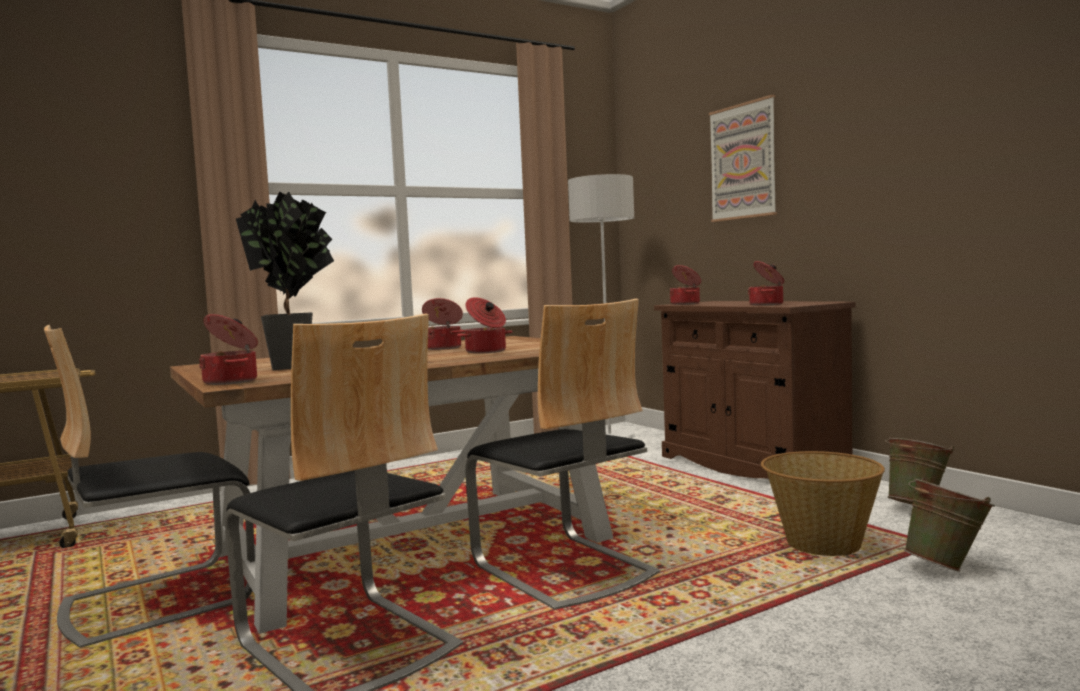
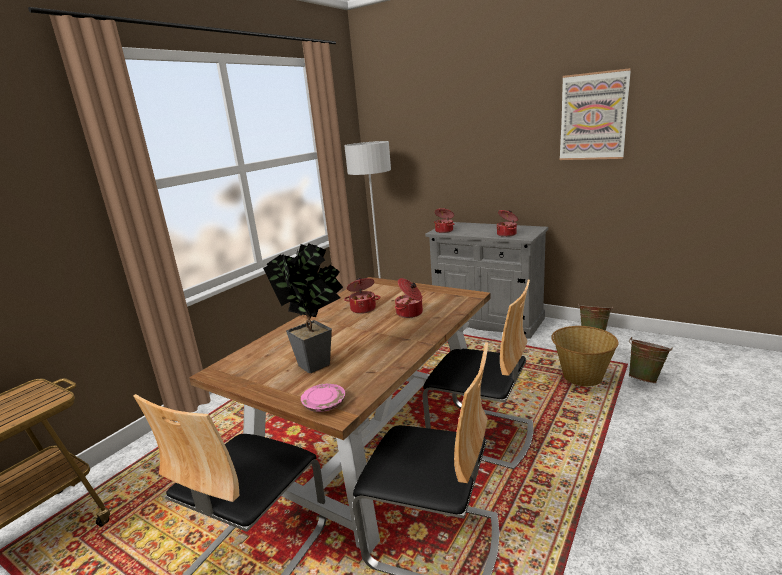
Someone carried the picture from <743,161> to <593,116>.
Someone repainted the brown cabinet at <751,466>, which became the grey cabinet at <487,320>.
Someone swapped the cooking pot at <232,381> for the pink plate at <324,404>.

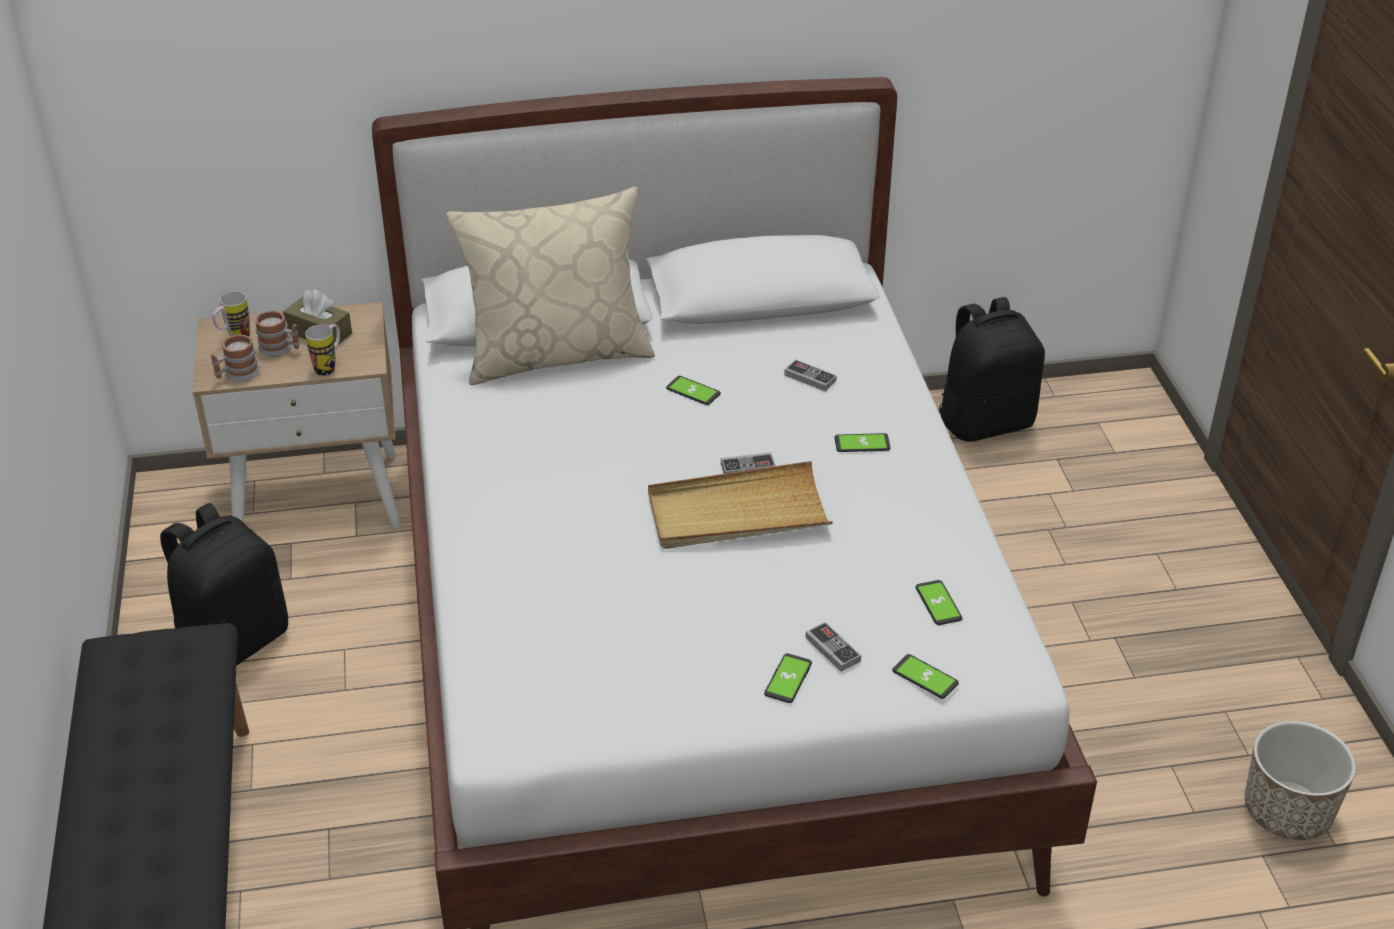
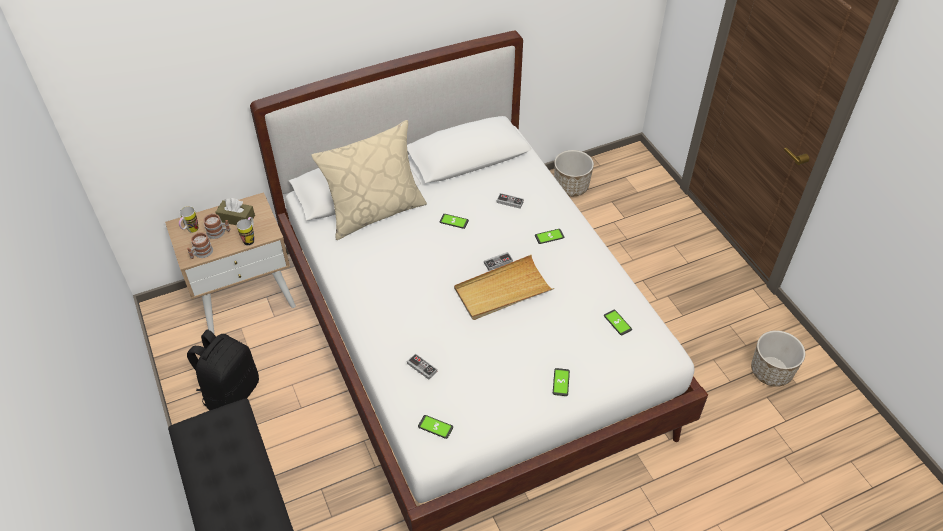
Someone swapped the black backpack at <985,422> for the planter at <571,186>.
Someone carried the game controller from <832,649> to <422,367>.
Someone carried the phone from <925,677> to <435,427>.

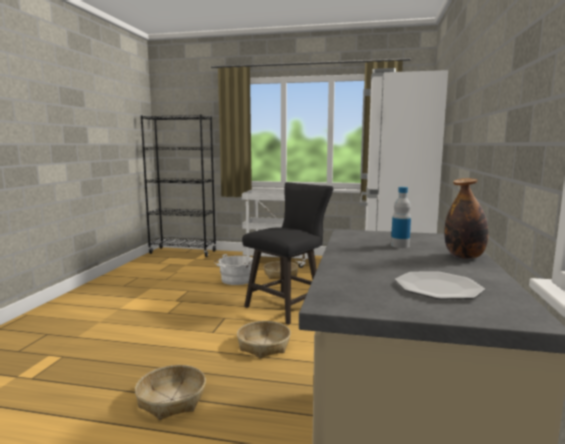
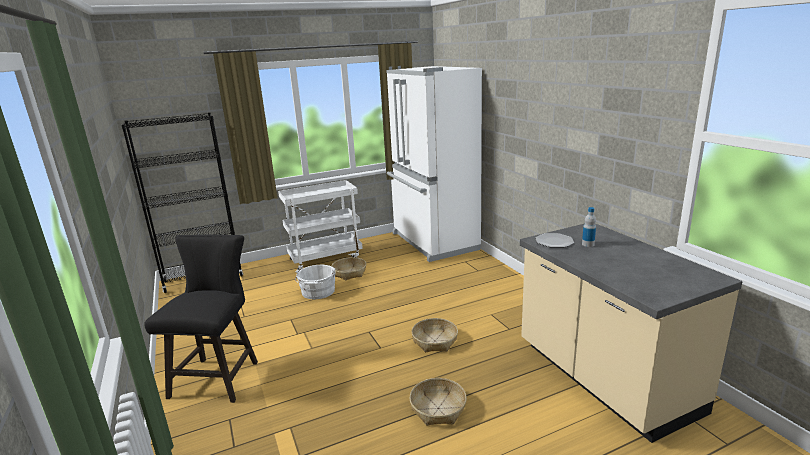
Someone took away the bottle at <464,257>.
Someone carried the black stool from <288,306> to <219,375>.
Someone carried the plate from <438,288> to <554,241>.

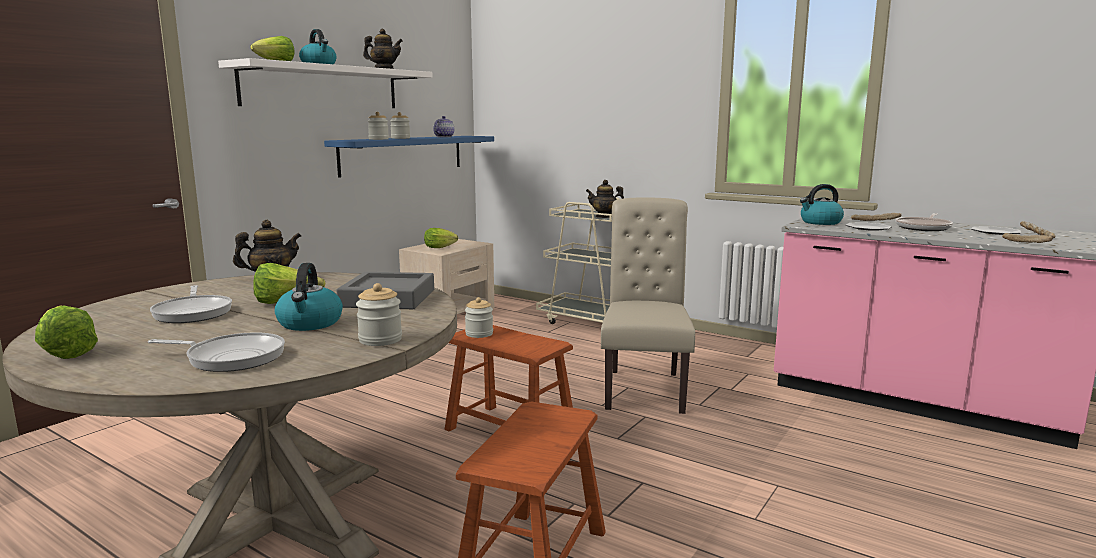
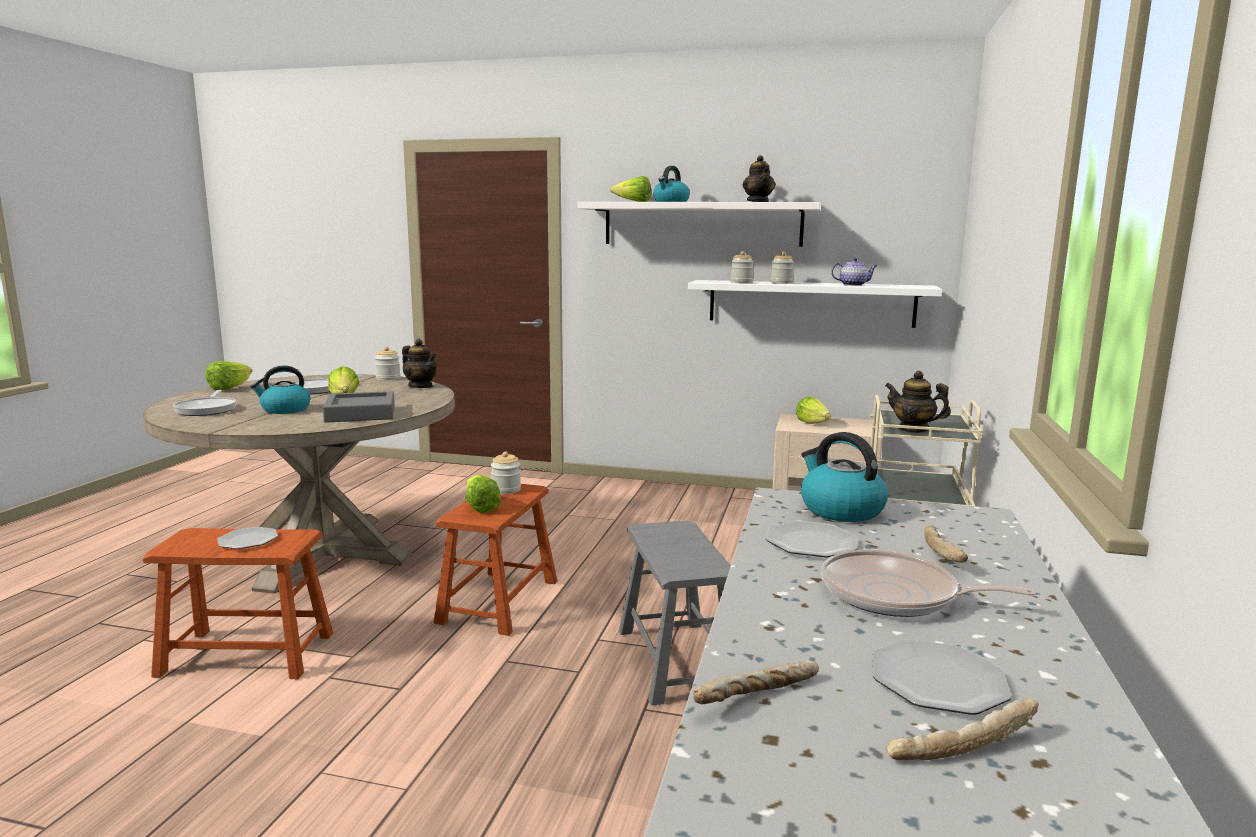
Someone repainted the blue shelf at <403,154>, which became the white shelf at <810,303>.
Someone rotated the teapot at <605,216> by 45 degrees counterclockwise.
Someone swapped the beige chair at <644,387> for the grey stool at <677,660>.
Someone carried the jar from <380,340> to <388,378>.
Someone put down the lettuce at <480,507>.
Someone put down the plate at <247,540>.

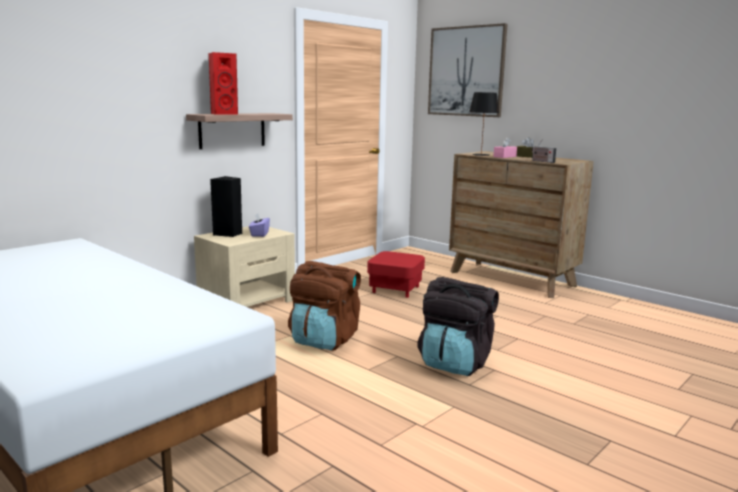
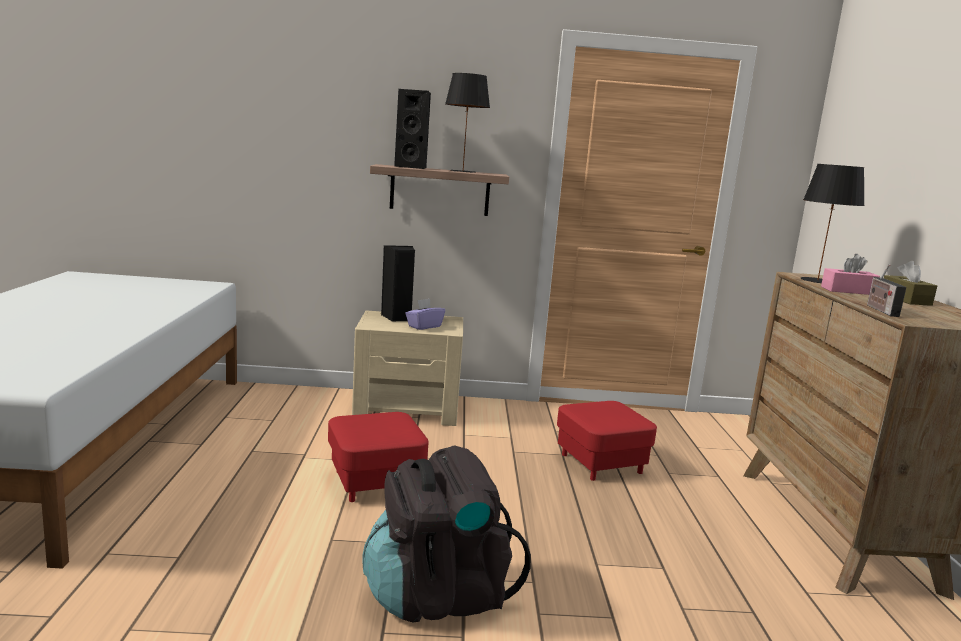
Someone took away the picture at <466,71>.
Someone repainted the red speaker at <223,114>, which became the black speaker at <413,167>.
Someone swapped the brown backpack at <324,340> for the red ottoman at <375,482>.
Someone put down the black table lamp at <462,171>.

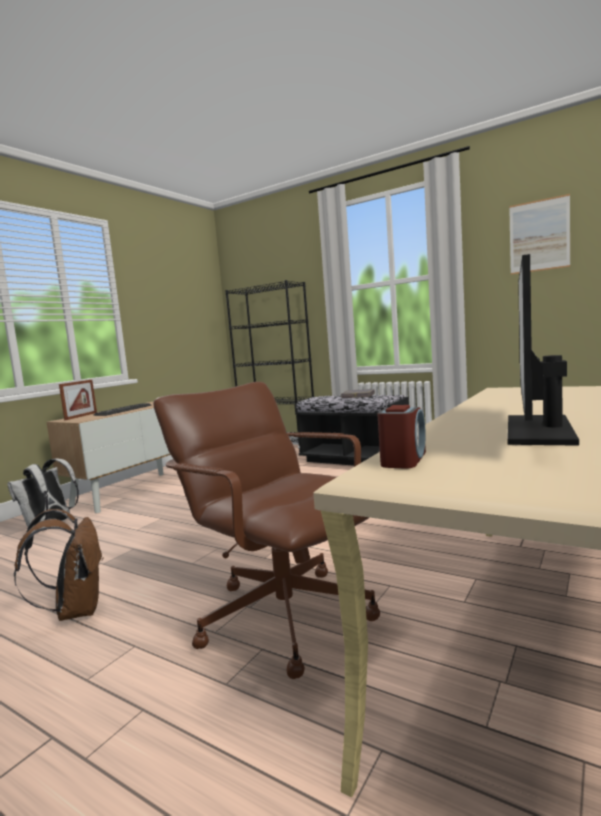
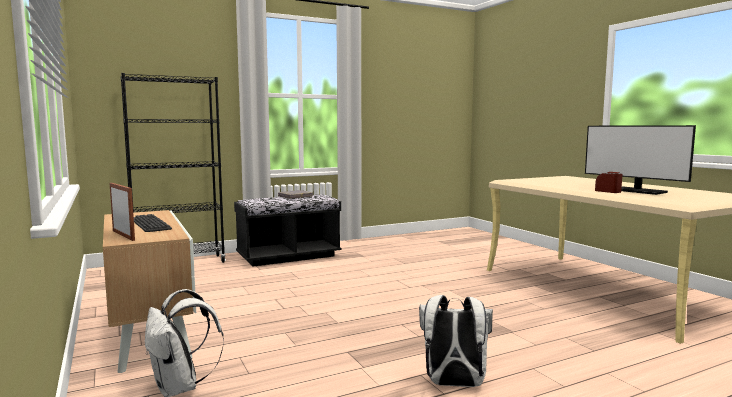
Someone took away the picture at <539,235>.
Someone took away the brown office chair at <285,615>.
Someone carried the alarm clock from <403,460> to <608,191>.
Someone repainted the brown backpack at <75,610>, which became the white backpack at <453,384>.

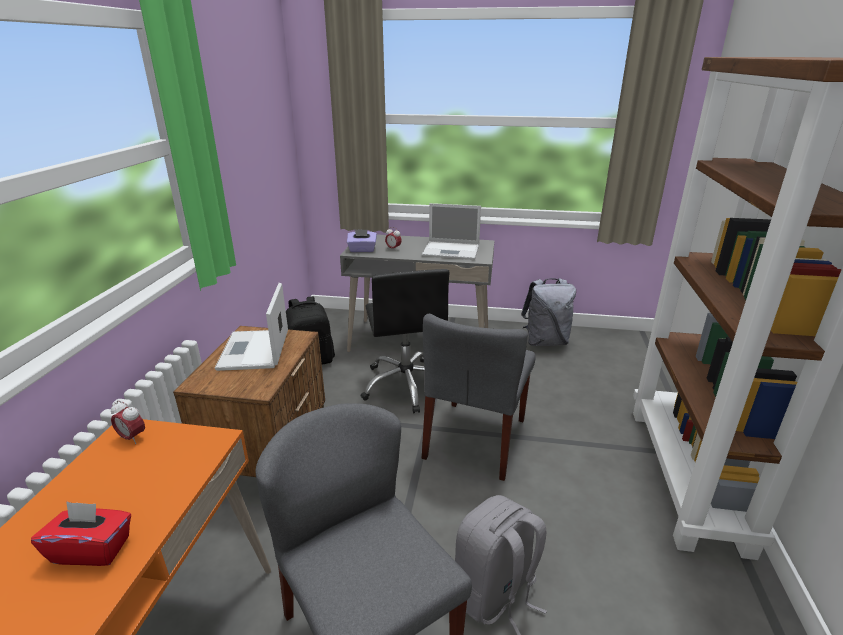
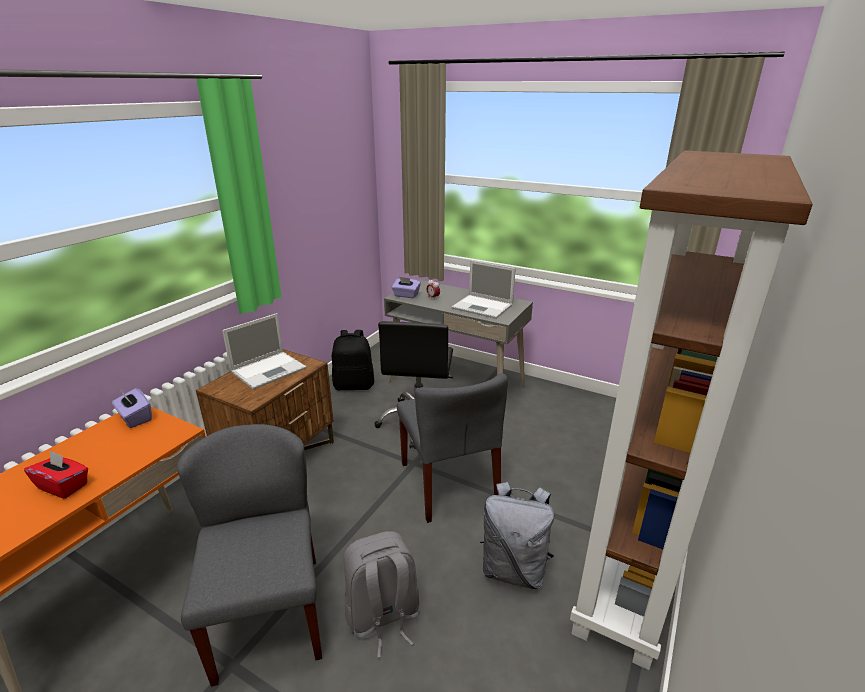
Someone carried the grey backpack from <545,341> to <514,569>.
Someone rotated the laptop at <254,351> by 150 degrees counterclockwise.
Someone rotated the grey chair at <475,439> by 60 degrees counterclockwise.
Someone swapped the alarm clock at <132,438> for the purple tissue box at <135,418>.

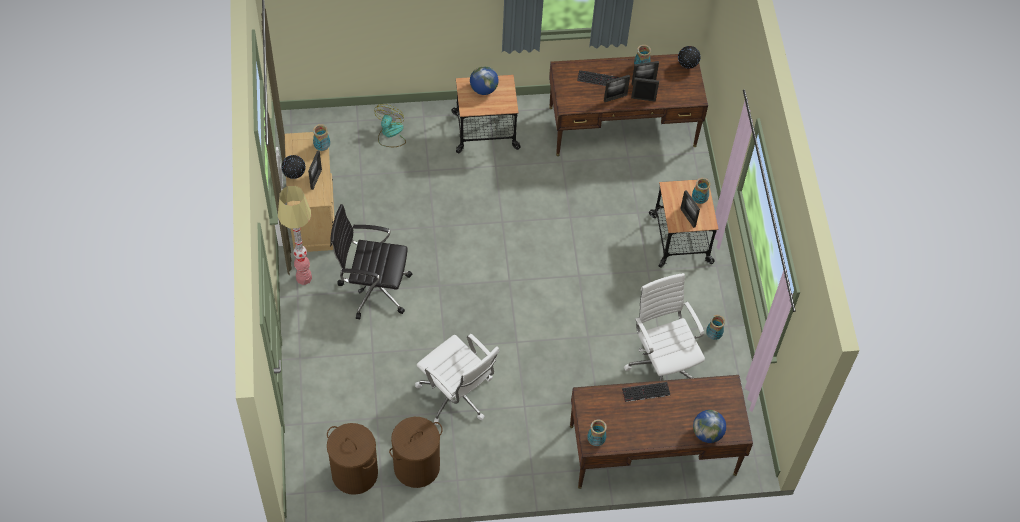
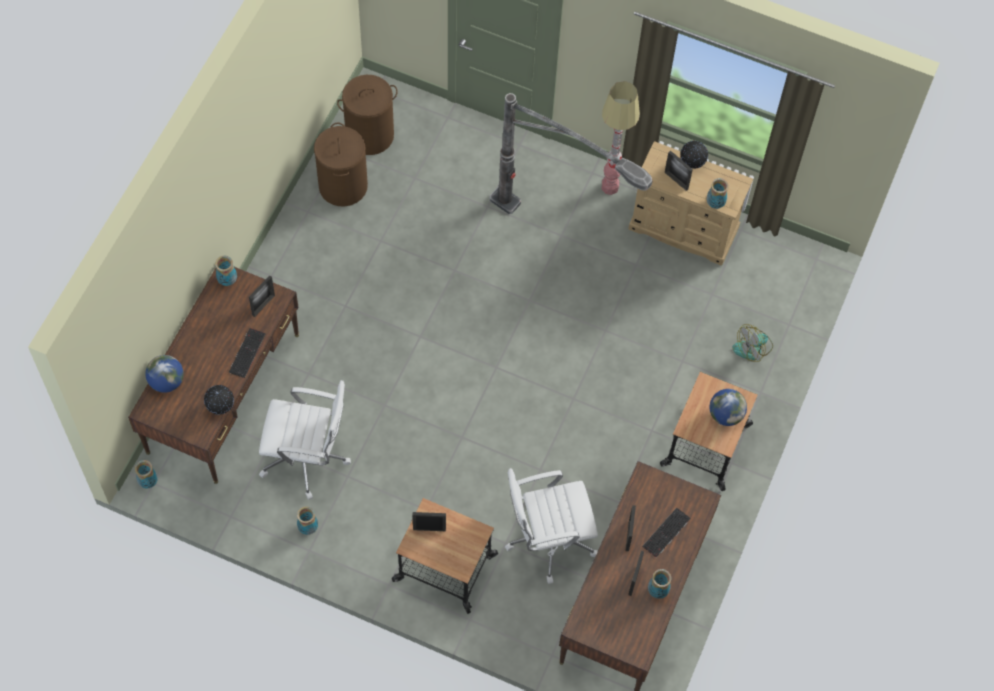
Someone carried the globe from <687,66> to <221,407>.
Someone carried the picture frame from <643,99> to <263,305>.
Someone rotated the fan at <390,134> by 105 degrees clockwise.
Someone carried the vase from <699,200> to <148,482>.
Someone swapped the black office chair at <373,288> for the floor lamp at <561,240>.
Someone carried the white office chair from <457,395> to <548,539>.

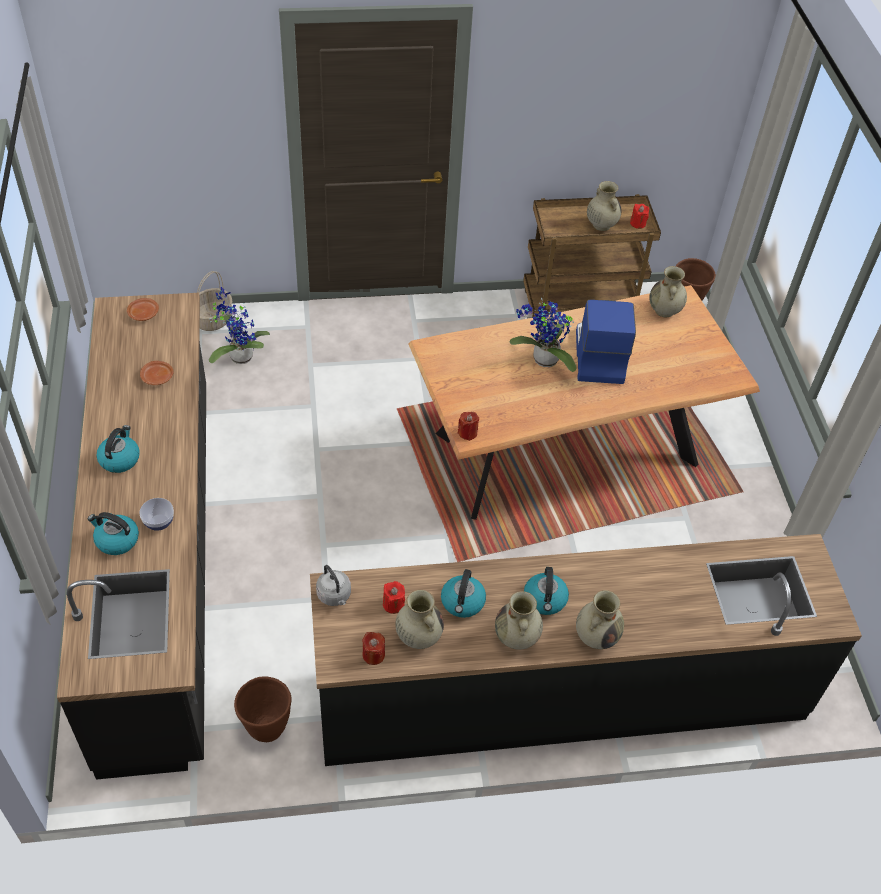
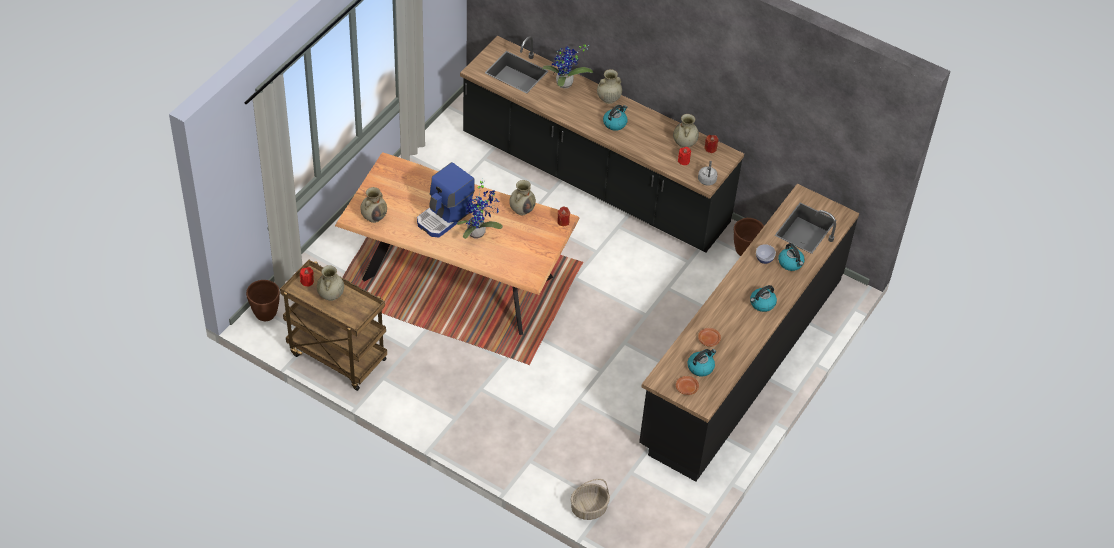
Someone carried the potted plant from <239,355> to <565,85>.
Someone carried the kettle from <462,603> to <700,367>.
Someone carried the beige vase from <516,638> to <522,209>.

